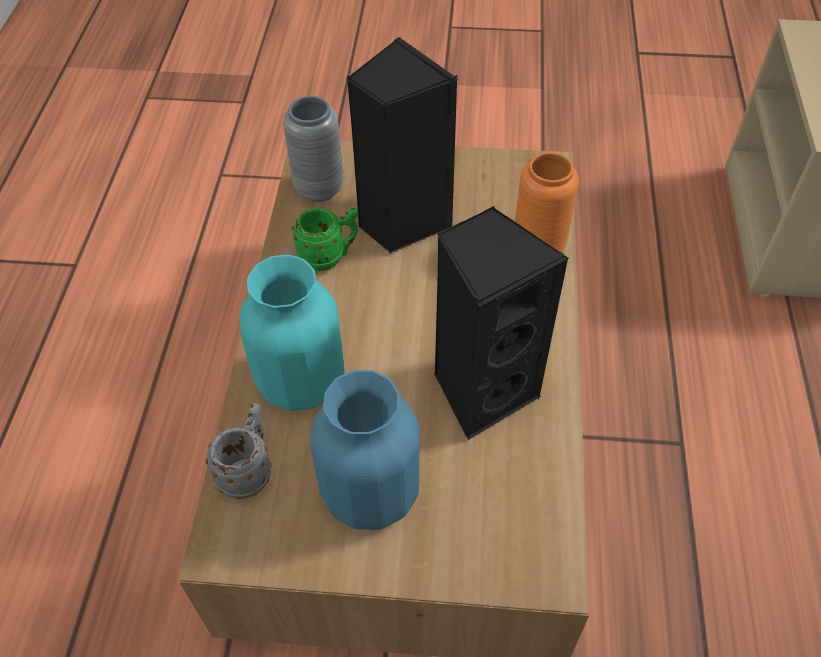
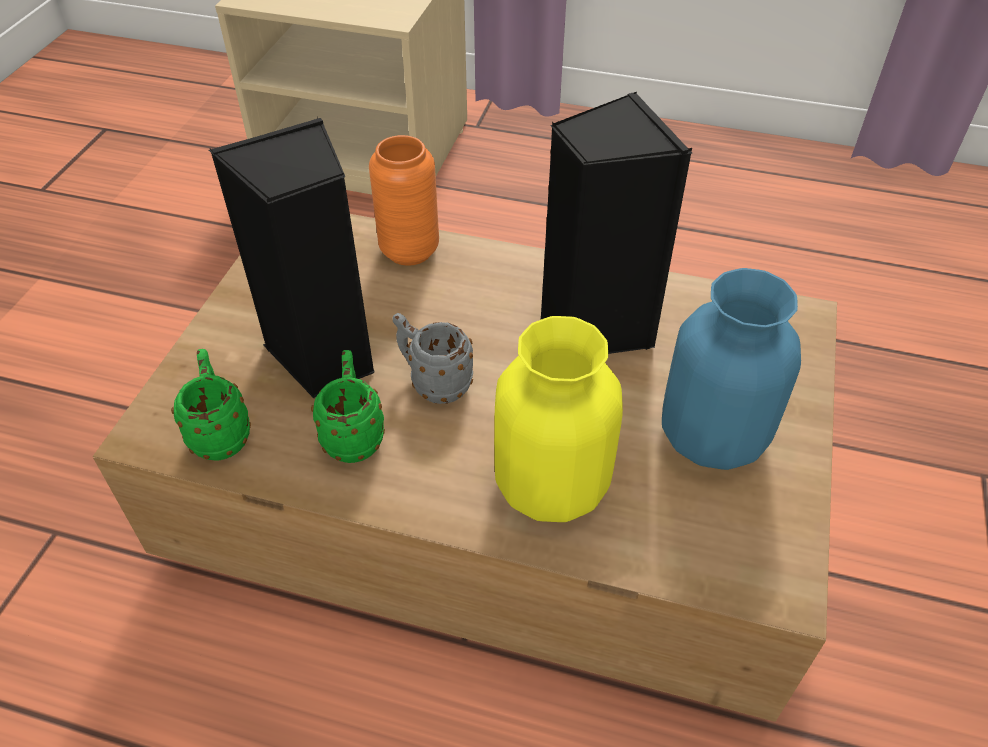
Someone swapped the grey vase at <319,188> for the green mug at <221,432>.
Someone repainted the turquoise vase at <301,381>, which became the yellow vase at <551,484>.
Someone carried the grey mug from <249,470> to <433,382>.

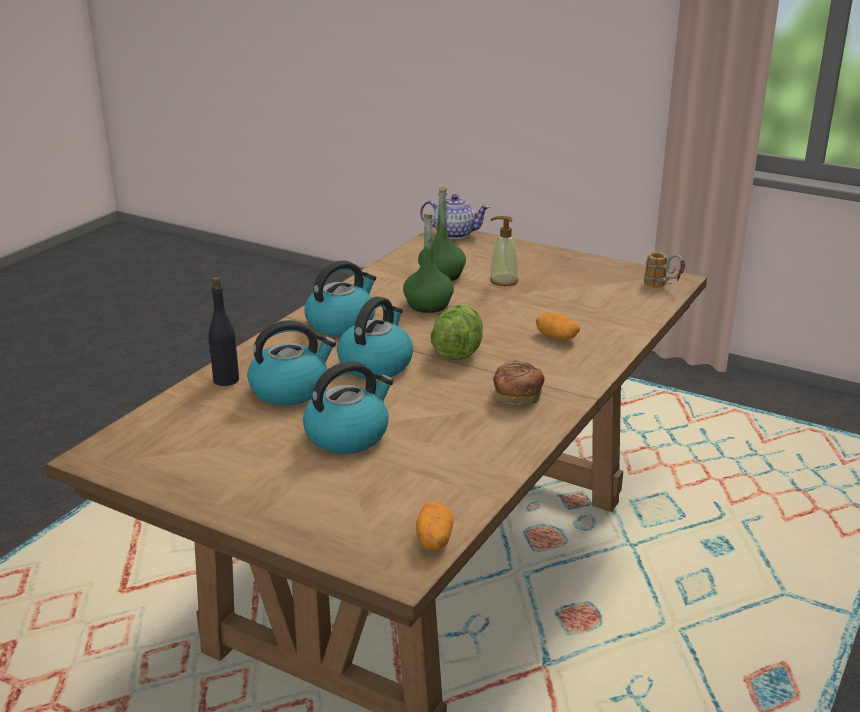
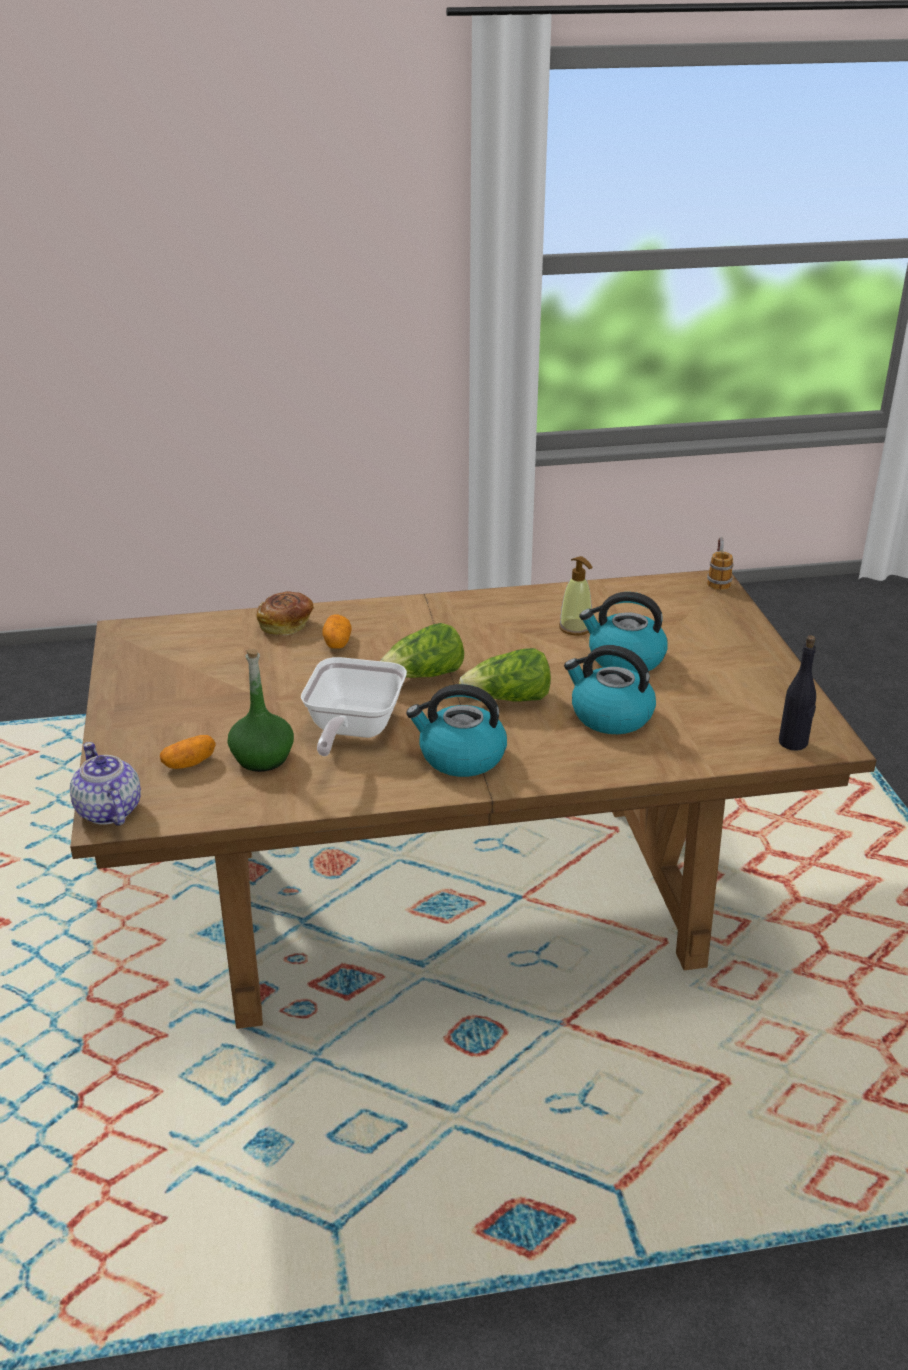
Someone swapped the green bottle at <428,305> for the frying pan at <352,730>.
Someone carried the soap dispenser from <503,281> to <575,628>.
Someone carried the mug from <663,286> to <718,579>.
Someone carried the black bottle from <225,380> to <793,743>.
Someone swapped the kettle at <376,364> for the lettuce at <509,699>.
Someone carried the bread from <517,396> to <286,625>.
Someone carried the potato from <434,539> to <189,763>.

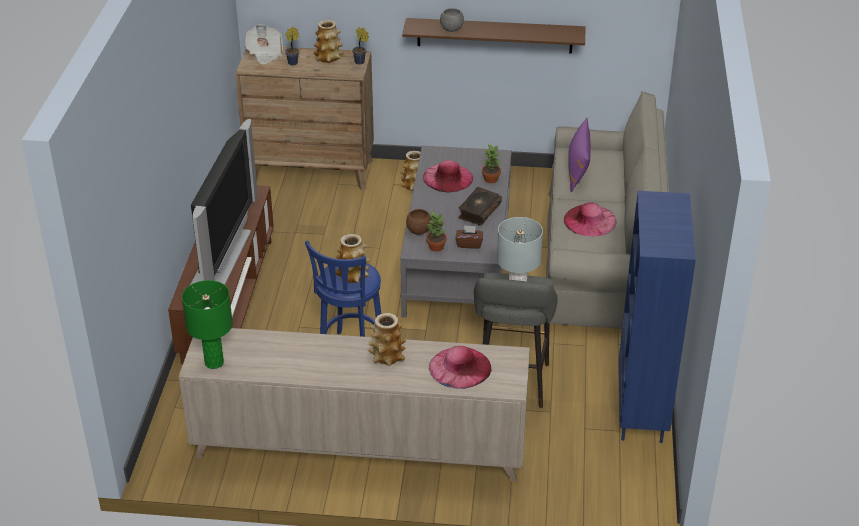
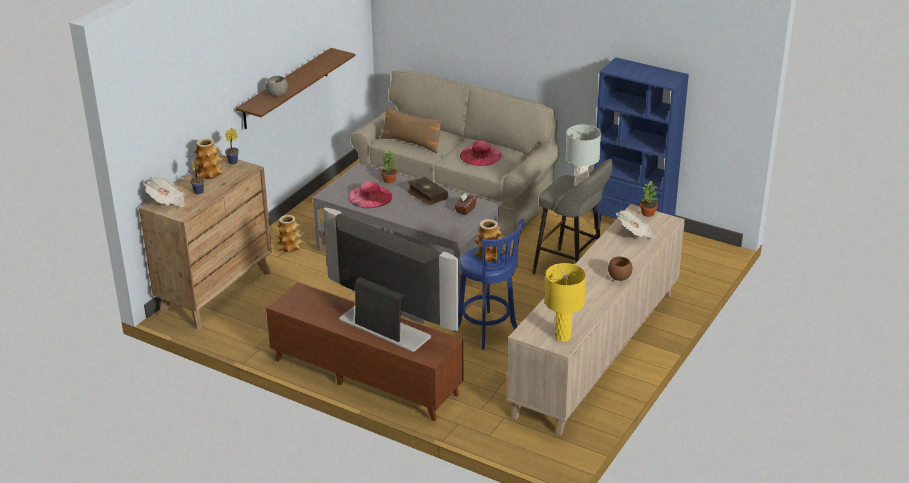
Someone repainted the purple pillow at <578,169>, which became the brown pillow at <411,143>.
Someone carried the brown bowl from <419,231> to <619,277>.
Someone carried the potted plant from <435,247> to <647,213>.
Someone repainted the green table lamp at <214,362>, which became the yellow table lamp at <562,336>.
Someone took away the vase at <387,356>.
Someone swapped the pink hat at <460,367> for the newspaper at <635,234>.

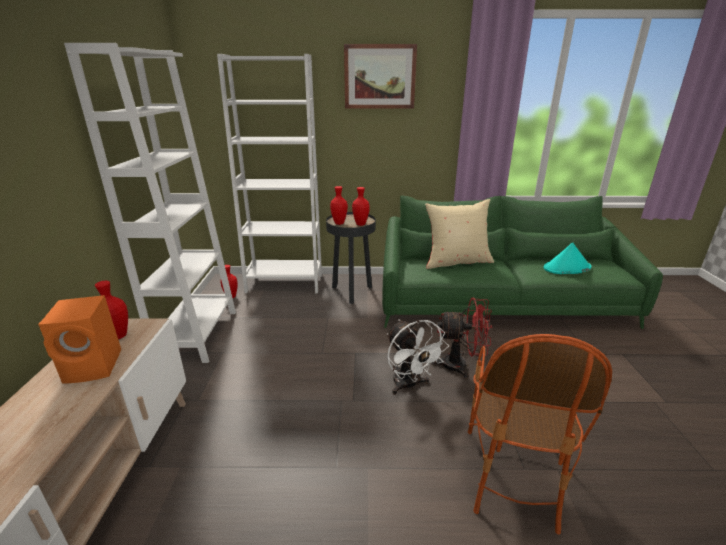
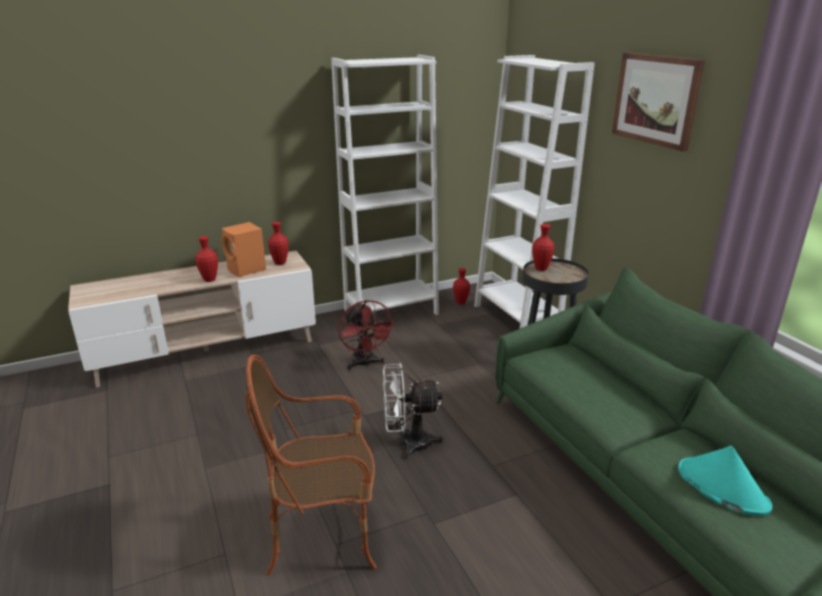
Someone carried the red vase from <360,224> to <209,280>.
Someone took away the beige pillow at <456,262>.
Someone carried the red fan from <461,365> to <365,364>.
Someone rotated the white fan at <409,385> by 45 degrees clockwise.

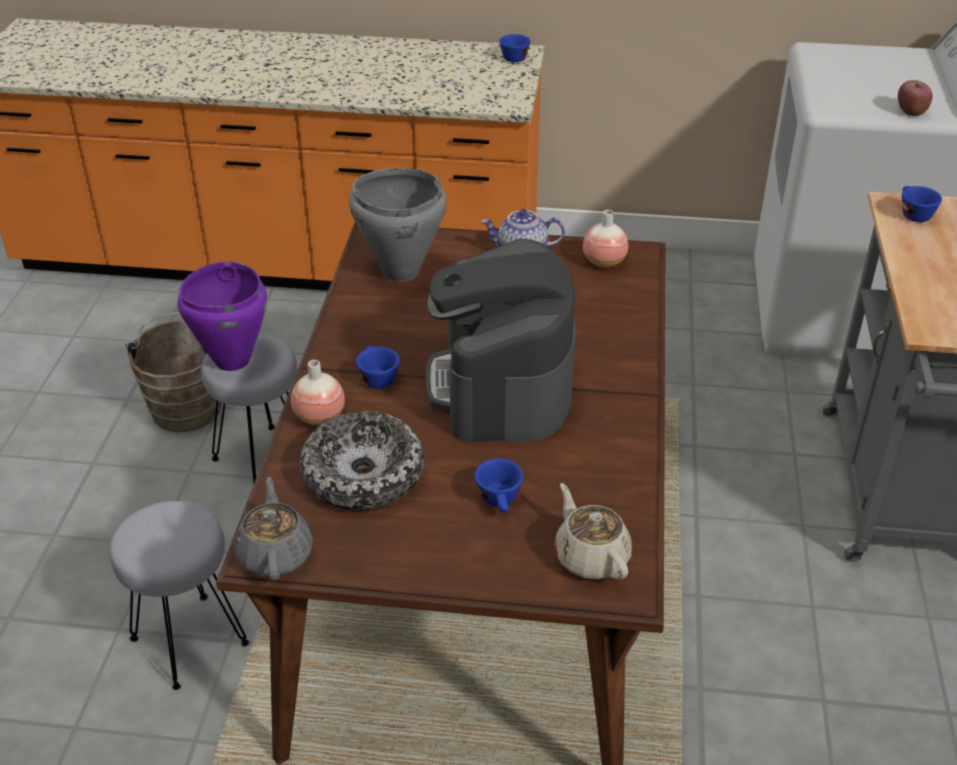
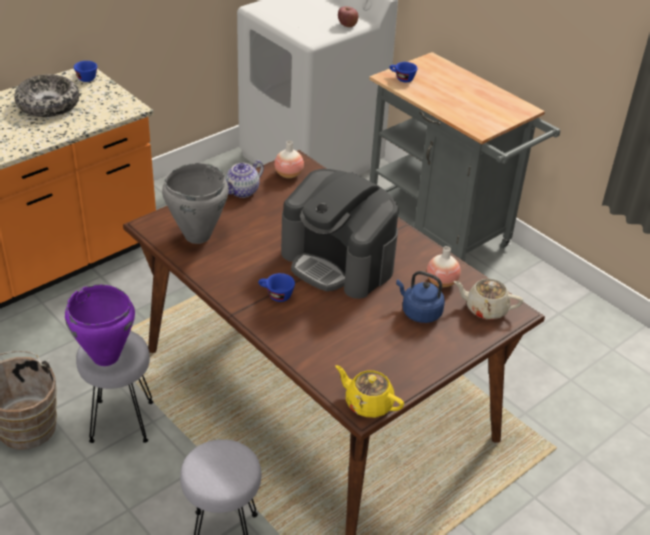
Someone carried the vase from <319,416> to <441,282>.
Someone carried the bowl from <363,475> to <48,105>.
Someone swapped the blue cup at <500,502> for the blue kettle at <419,312>.
Someone repainted the grey teapot at <276,554>, which became the yellow teapot at <368,403>.

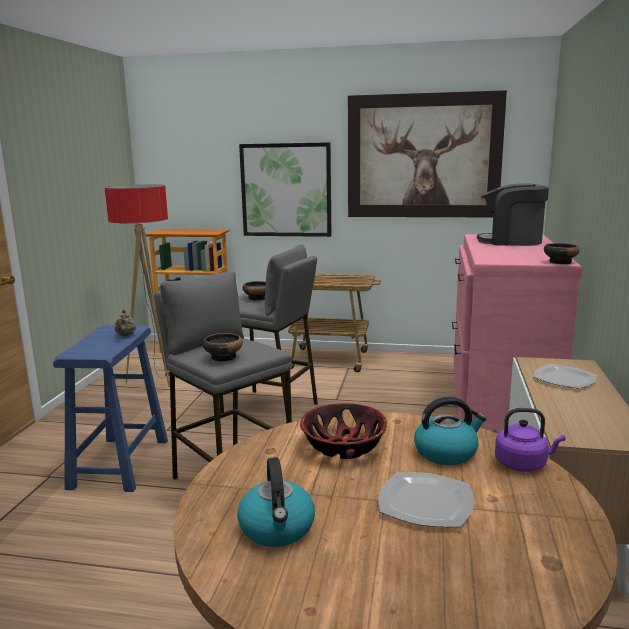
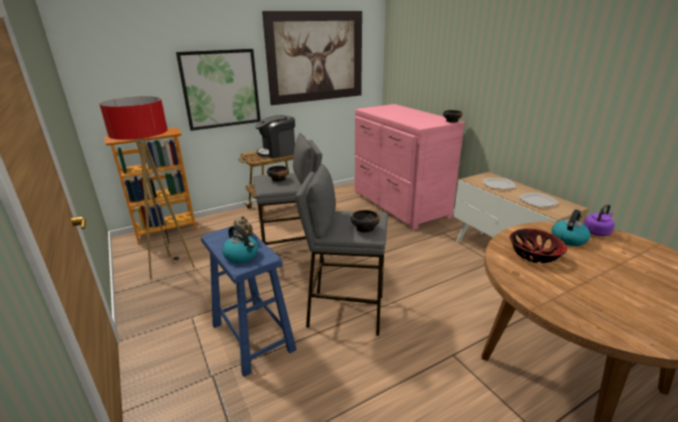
Someone carried the coffee machine from <511,241> to <277,152>.
Someone carried the kettle from <277,529> to <242,255>.
Someone carried the plate from <426,503> to <538,201>.

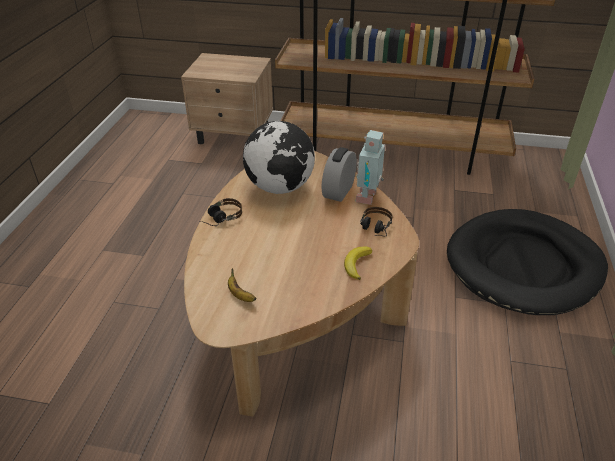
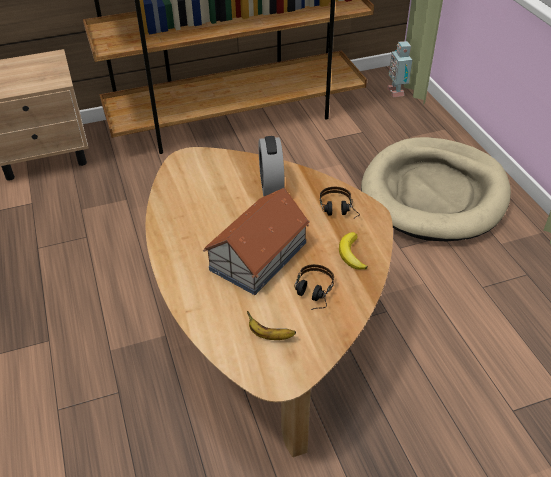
Someone took away the globe at <280,187>.
Someone carried the toy robot from <368,197> to <397,91>.
Someone carried the headphones from <219,219> to <312,295>.
Someone repainted the black dog bed at <523,265>, which became the beige dog bed at <434,193>.
Someone put down the toy house at <259,255>.

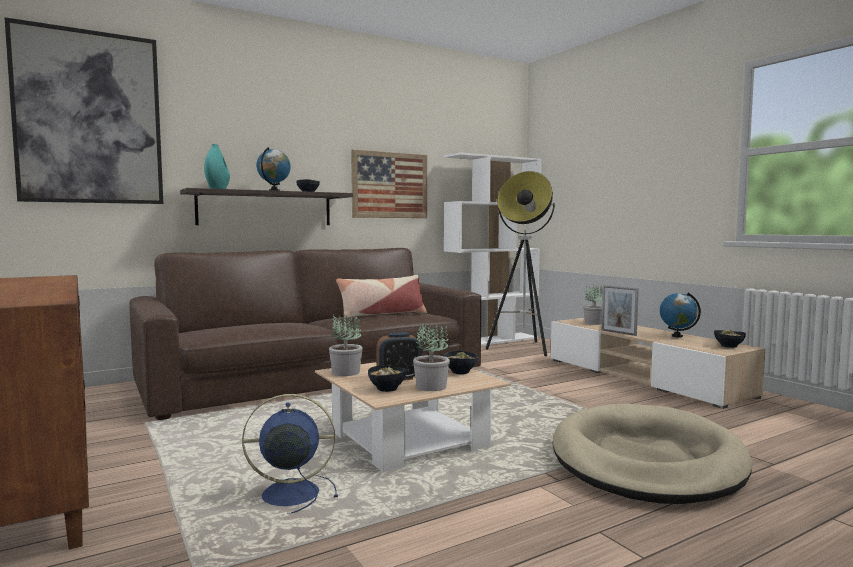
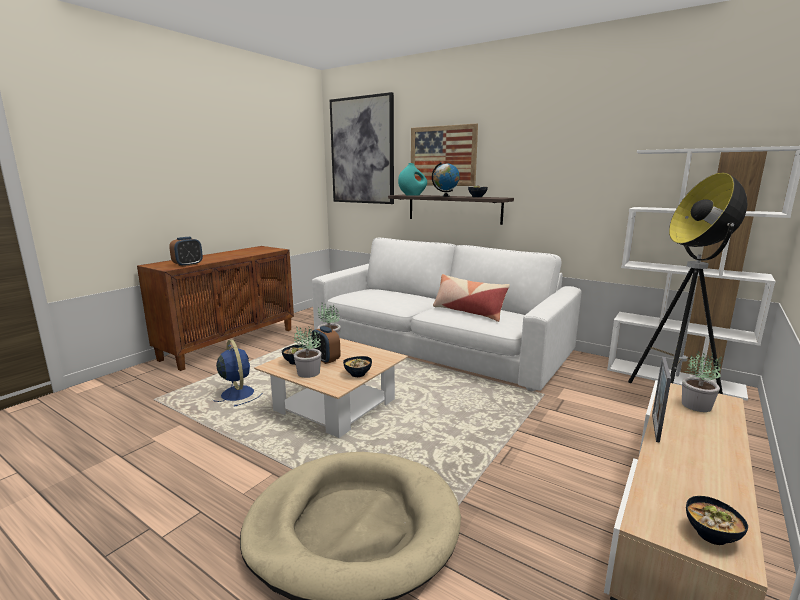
Someone carried the picture from <390,185> to <443,156>.
Someone repainted the brown sofa at <314,377>, which became the white sofa at <437,344>.
Someone took away the globe at <677,336>.
Someone put down the alarm clock at <188,265>.

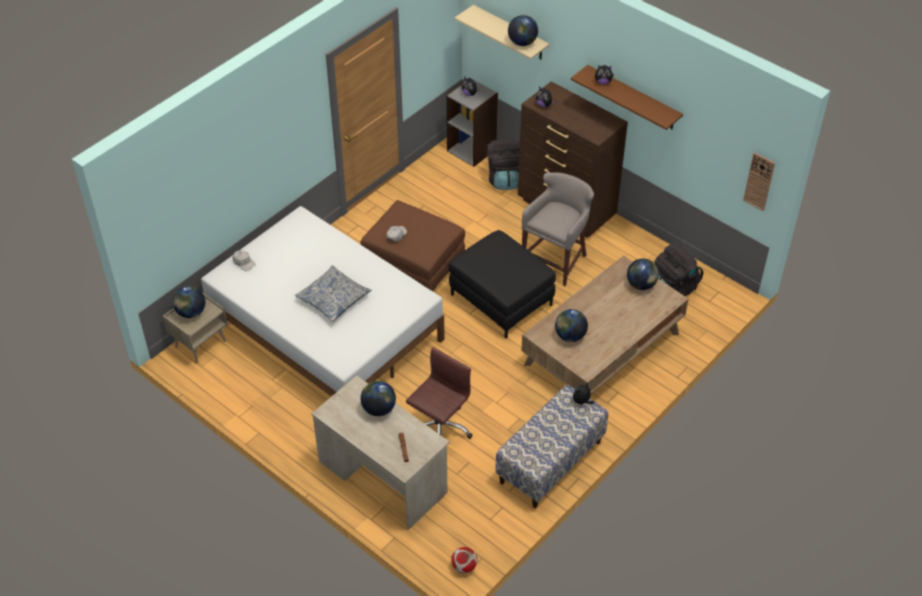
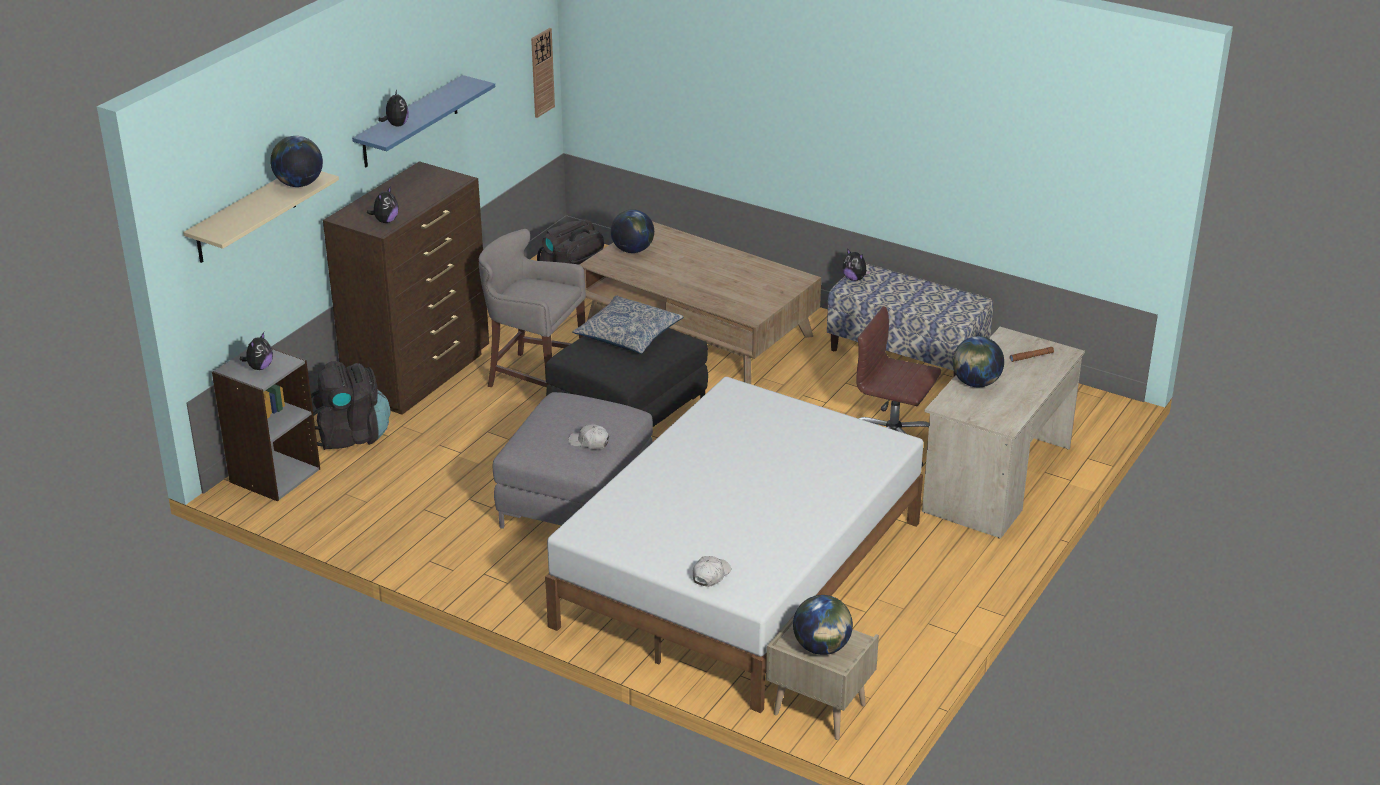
Someone repainted the brown shelf at <633,98>, which became the blue shelf at <410,122>.
Someone repainted the brown ottoman at <413,267>, which became the grey ottoman at <576,503>.
Someone carried the pillow from <333,299> to <628,335>.
Someone took away the globe at <570,336>.
Someone took away the football at <464,566>.

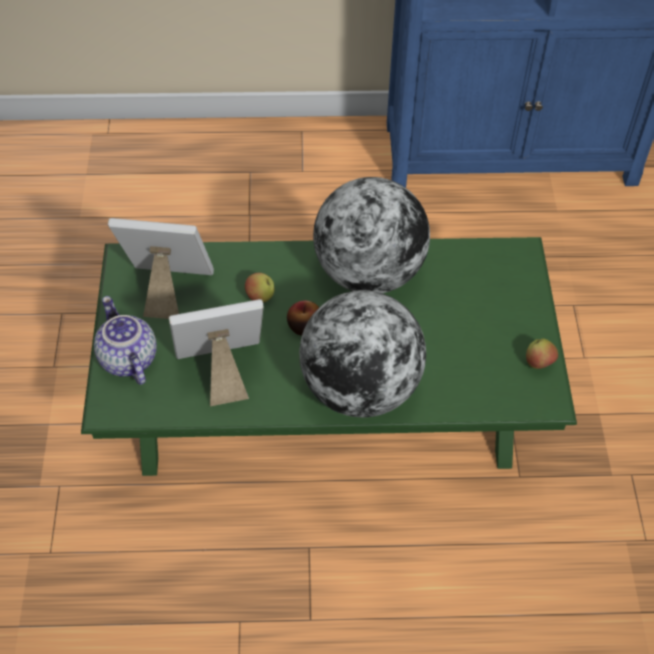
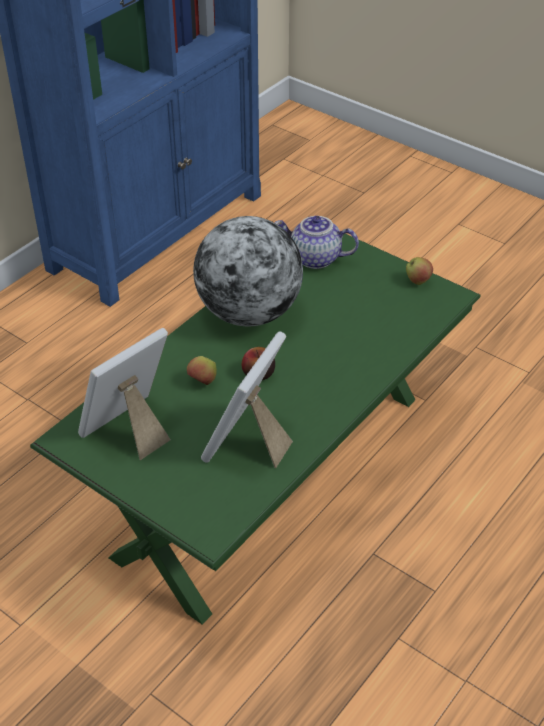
Someone took away the globe at <360,388>.
Someone carried the teapot from <127,359> to <314,259>.

